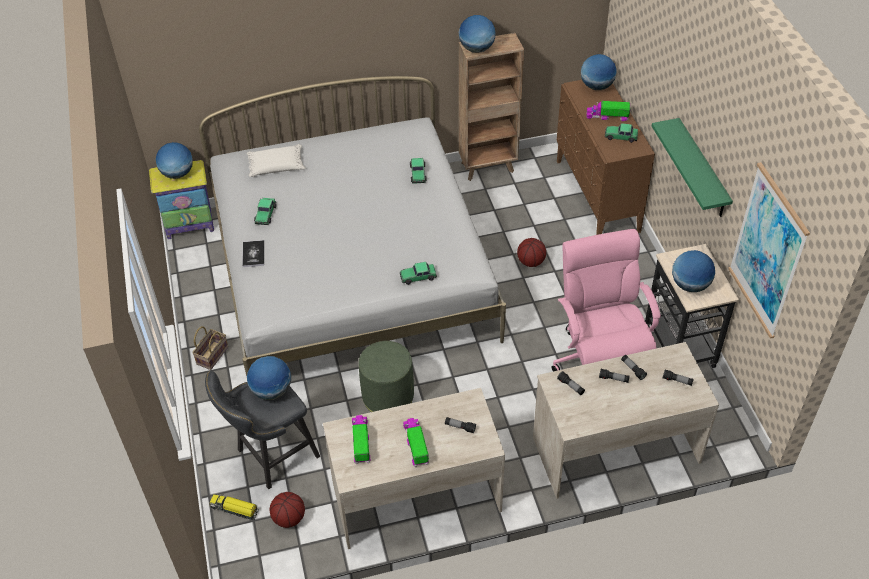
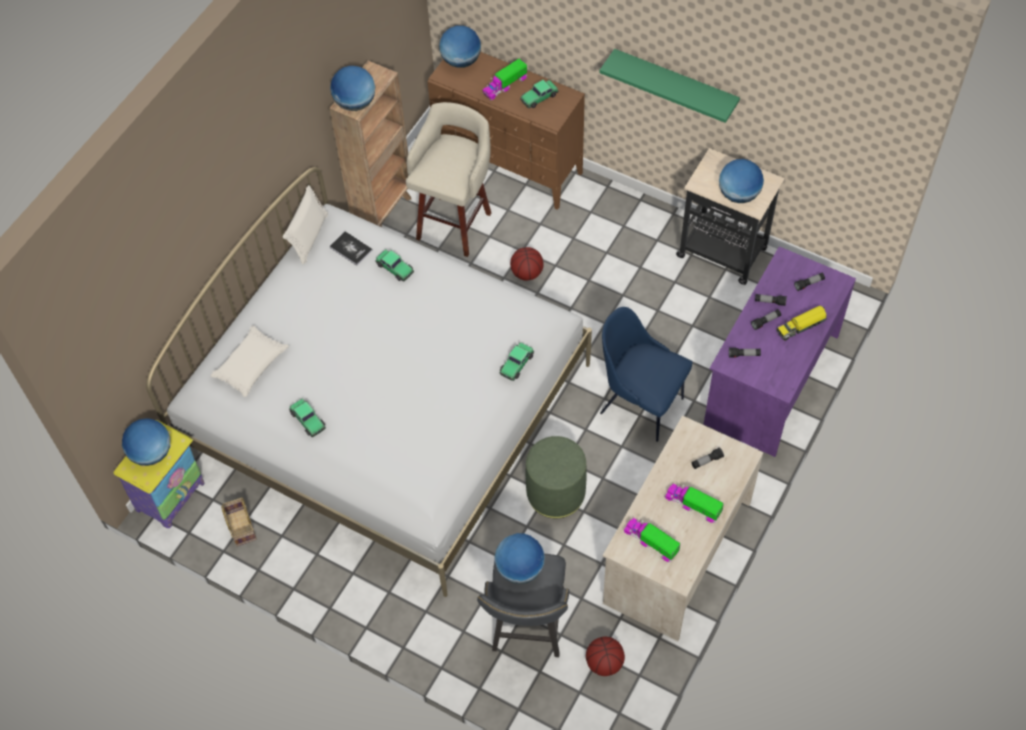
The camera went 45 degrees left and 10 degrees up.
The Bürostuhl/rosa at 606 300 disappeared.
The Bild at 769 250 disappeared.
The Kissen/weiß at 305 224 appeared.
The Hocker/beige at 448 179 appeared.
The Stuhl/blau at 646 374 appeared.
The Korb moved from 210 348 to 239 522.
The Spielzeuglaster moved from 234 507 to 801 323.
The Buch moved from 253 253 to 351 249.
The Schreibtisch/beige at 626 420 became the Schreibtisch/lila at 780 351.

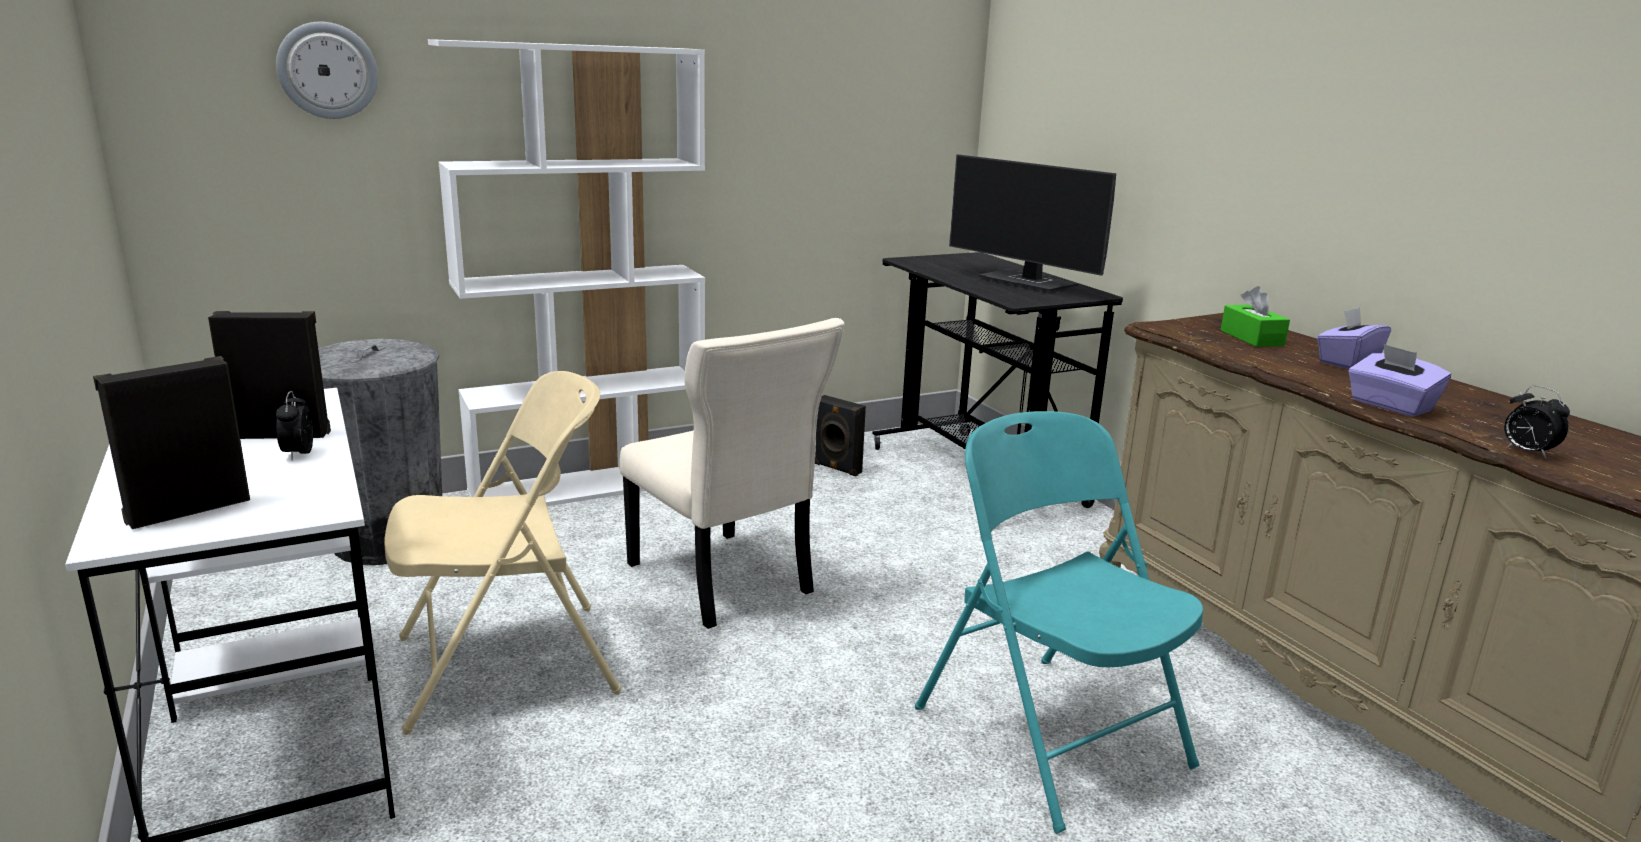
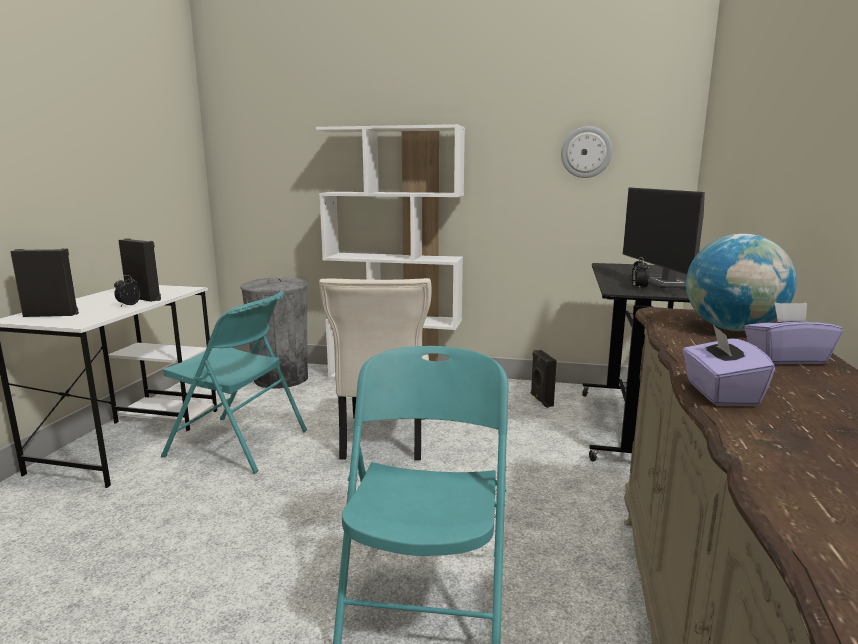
The camera went 40 degrees right and 5 degrees down.
The Wanduhr moved from 327 70 to 586 152.
The Wecker moved from 1537 422 to 640 272.
The Taschentuchbox/grün at 1255 316 was replaced by the Globus at 741 282.
The Stuhl/beige at 502 553 became the Stuhl/türkis at 234 382.

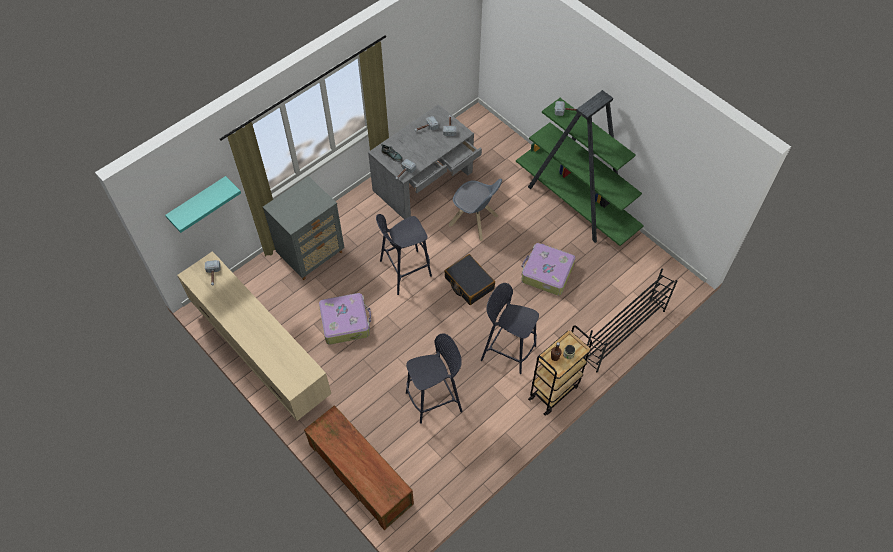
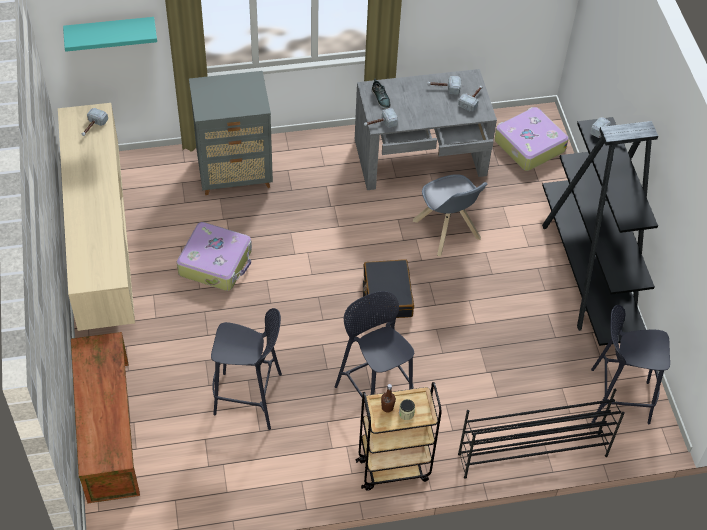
The camera went 30 degrees right and 5 degrees down.
The Hocker/grau moved from 404 254 to 630 364.
The Koffer moved from 548 269 to 531 139.
The Bücherregal/grün at 580 168 became the Bücherregal/schwarz at 600 231.

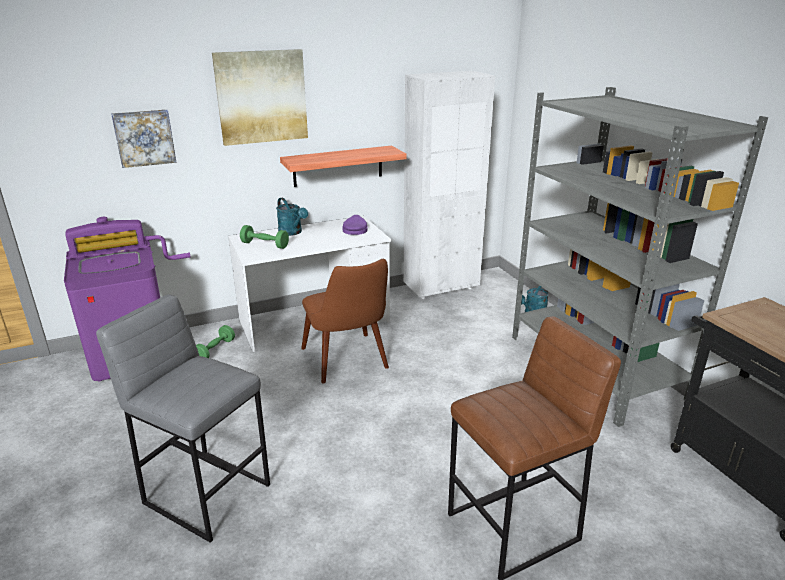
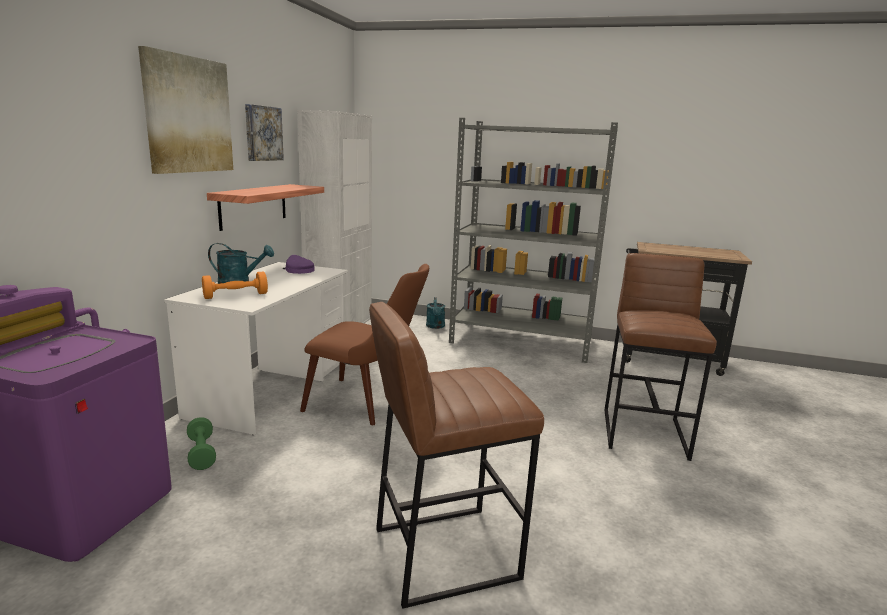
The camera went 50 degrees left and 10 degrees down.
The Bild moved from 144 139 to 264 132.
The Hocker/grau at 183 418 became the Hocker/braun at 456 455.
The Hantel/grün at 264 237 became the Hantel/orange at 235 285.

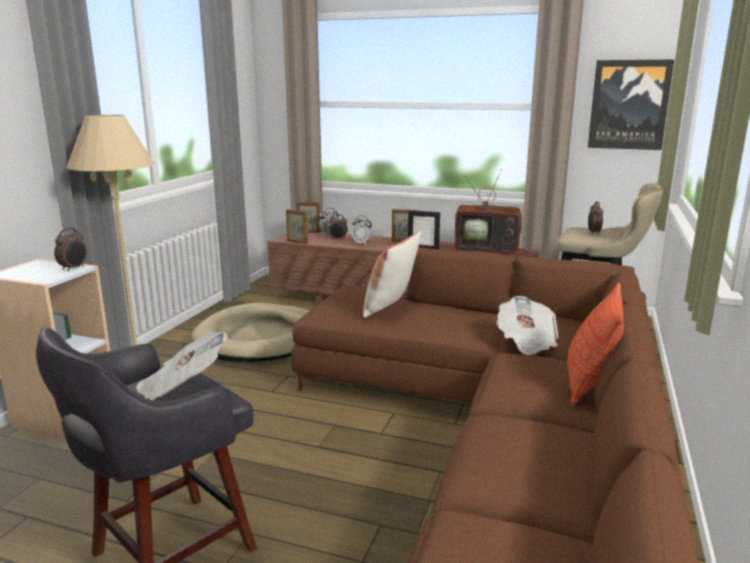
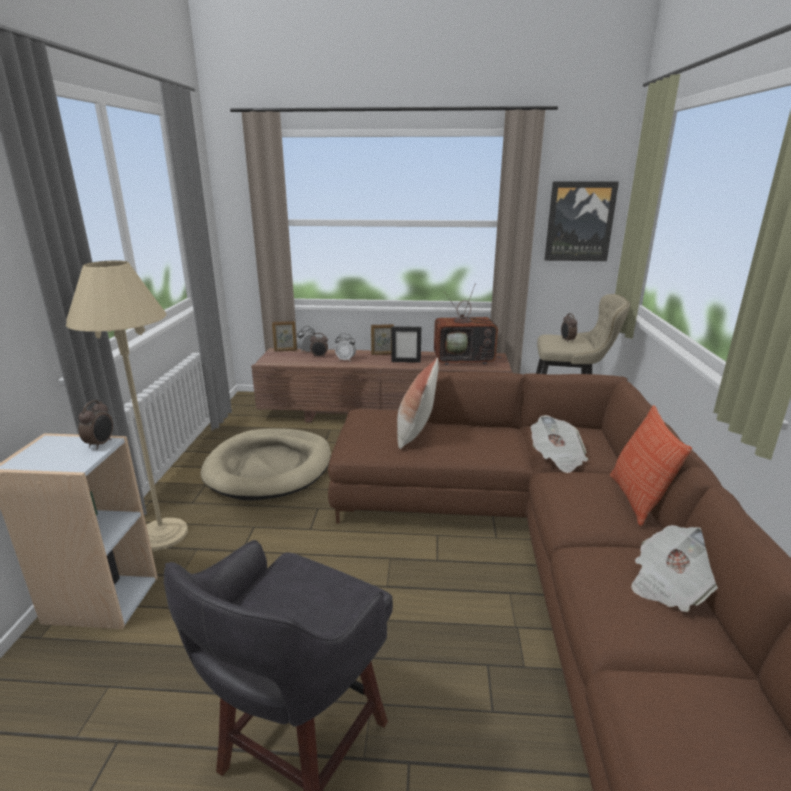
The camera went 15 degrees left and 5 degrees up.
The Bilderrahmen at 297 226 disappeared.
The Zeitung moved from 182 365 to 674 568.

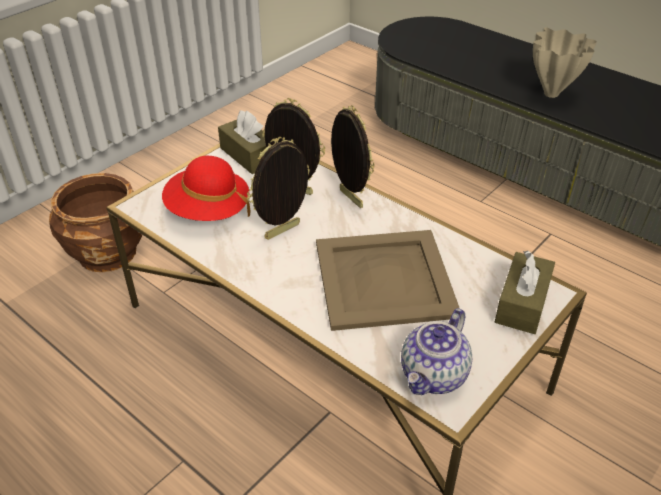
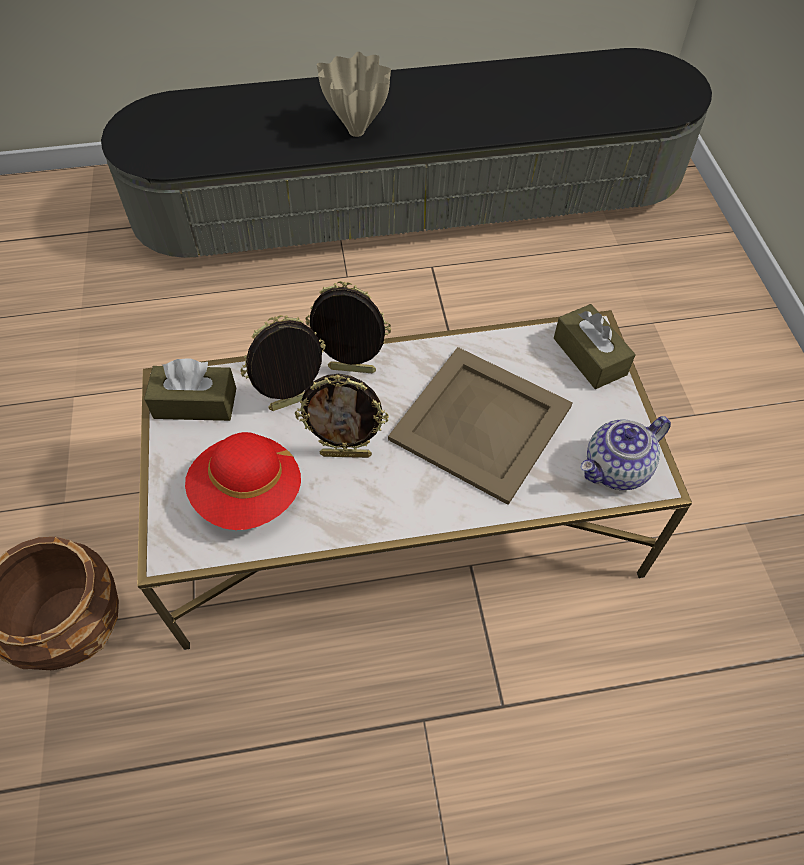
The camera went 50 degrees left and 15 degrees up.
The Bilderrahmen at 278 188 turned 90 degrees counterclockwise.
The Teekanne at 436 351 turned 75 degrees clockwise.

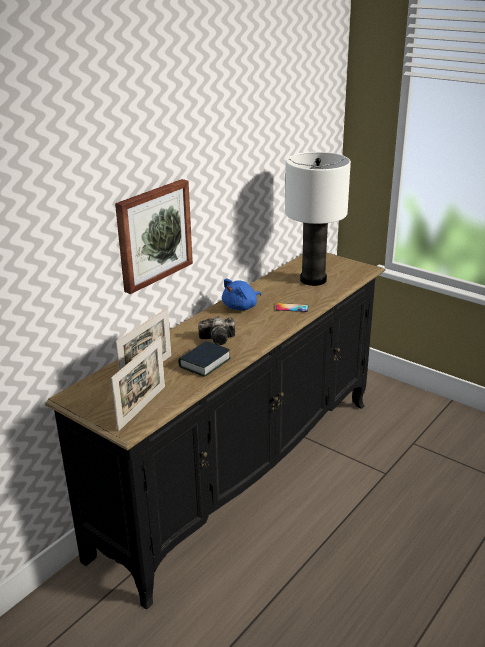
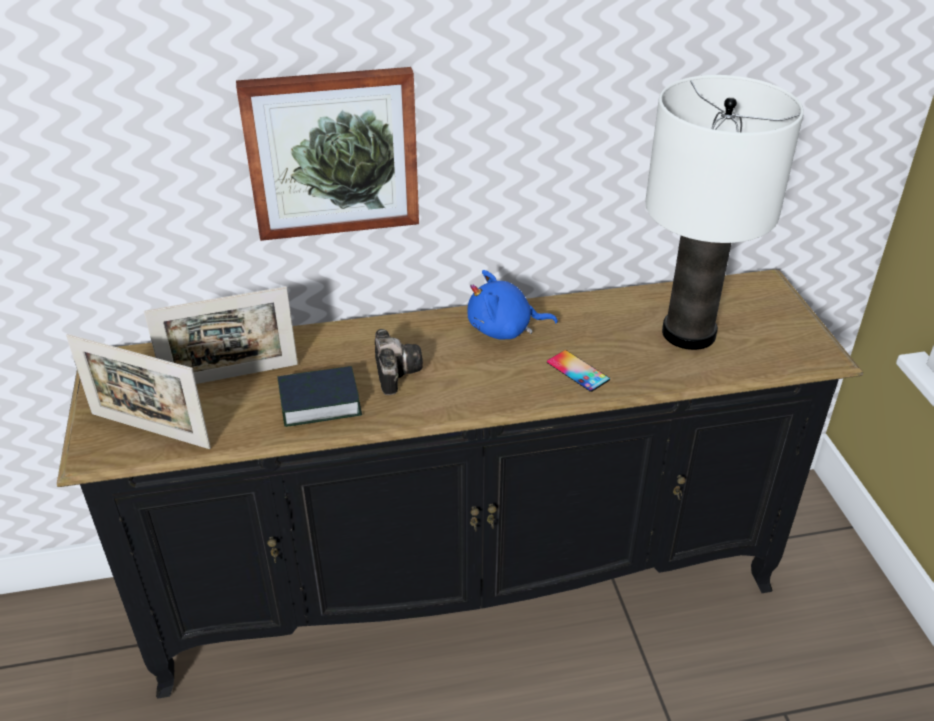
The camera went 40 degrees right and 10 degrees up.
The Bilderrahmen at 138 384 turned 45 degrees clockwise.
The Kamera at 216 330 turned 135 degrees counterclockwise.

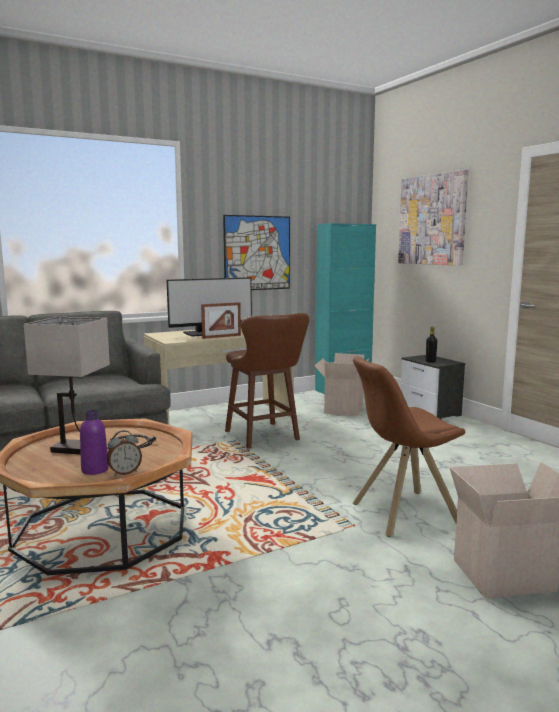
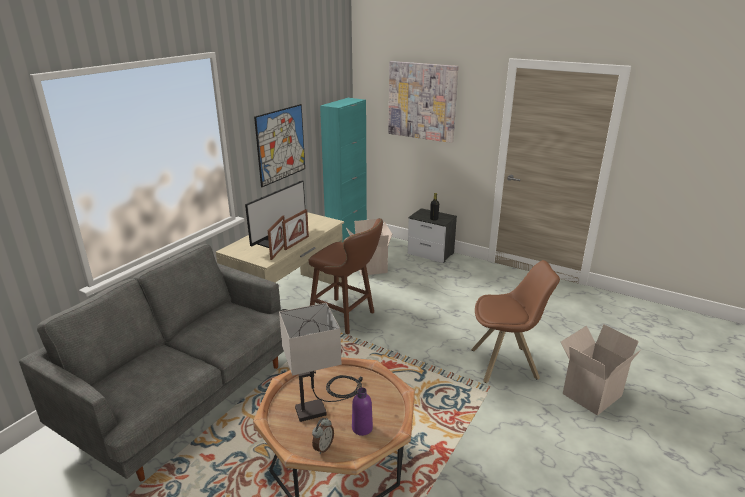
The camera went 30 degrees left and 15 degrees up.
The Bilderrahmen at 276 238 appeared.
The Wecker moved from 124 453 to 323 436.
The Stuhl/braun at 408 446 turned 135 degrees counterclockwise.

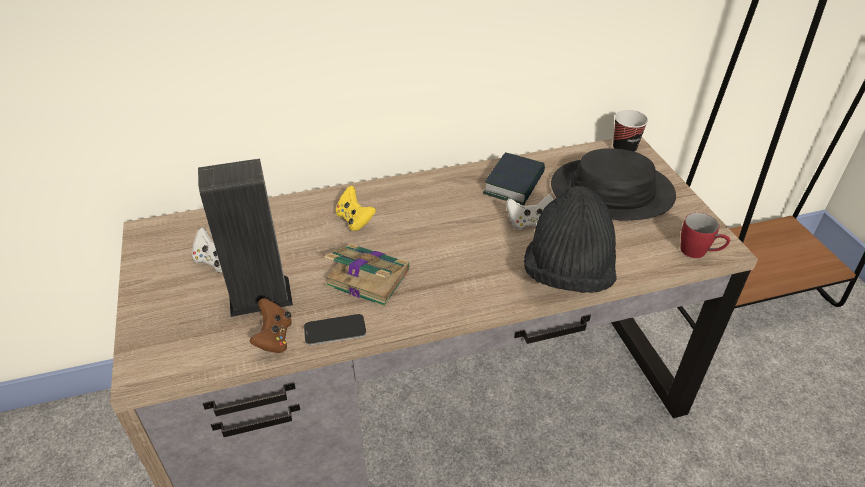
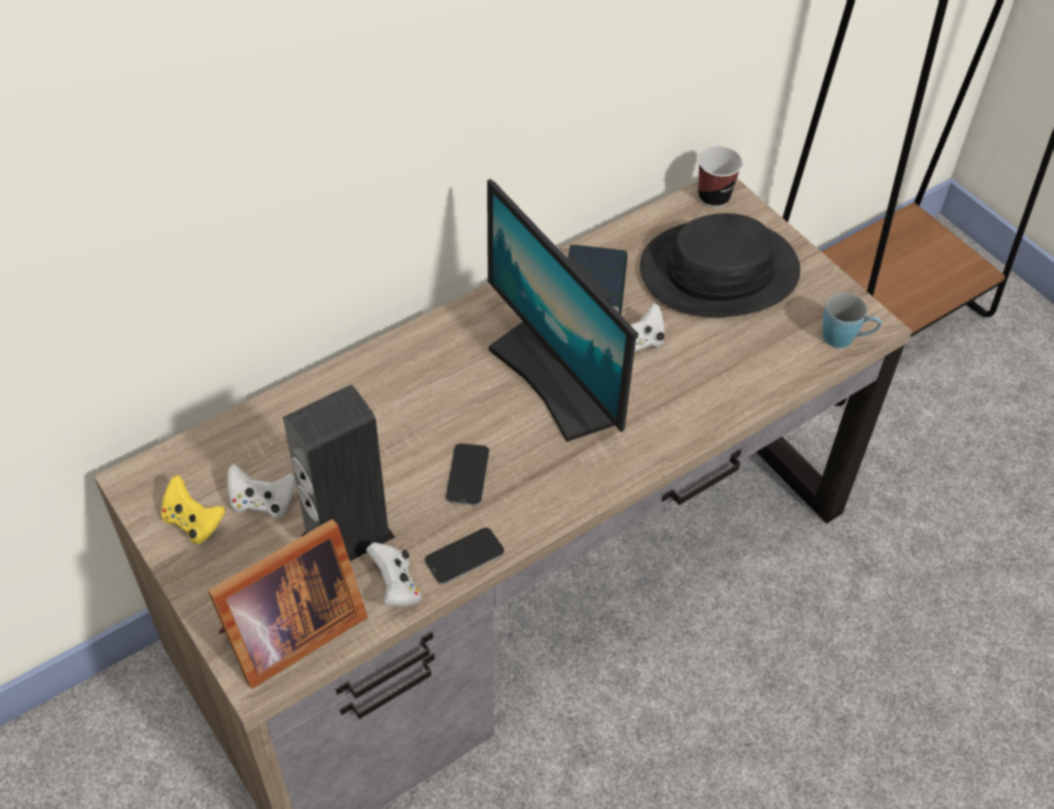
The camera went 20 degrees left and 10 degrees up.
The Hut/schwarz at 570 239 disappeared.
The Bilderrahmen at 288 604 appeared.
The Monitor at 562 310 appeared.
The Gamepad/gelb moved from 356 208 to 193 510.
The Buch at 366 275 was replaced by the Handy at 467 474.
The Gamepad/braun at 270 325 became the Gamepad/weiß at 393 574.
The Henkelbecher/rot at 705 235 became the Henkelbecher/blau at 852 320.

